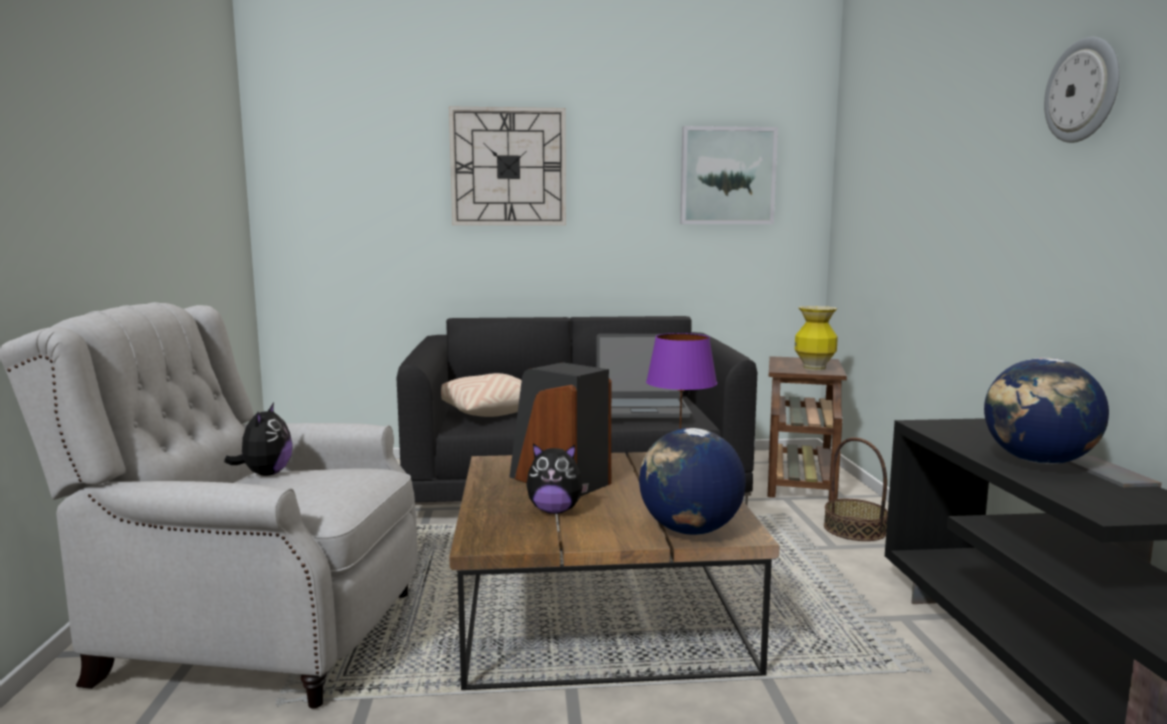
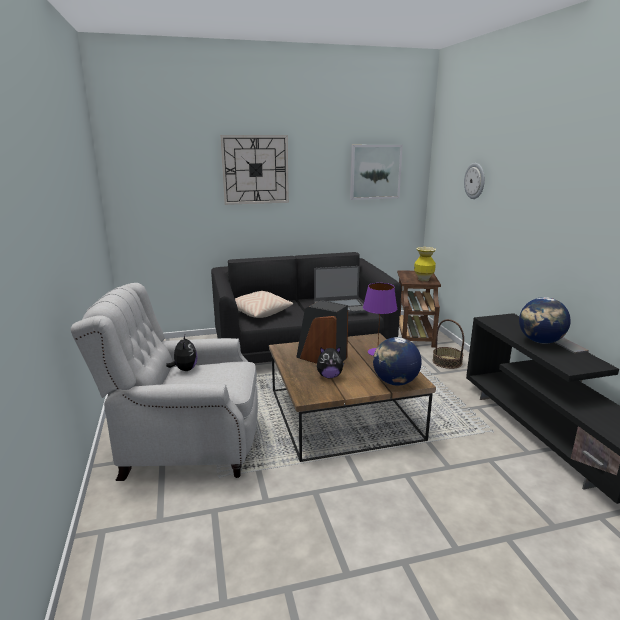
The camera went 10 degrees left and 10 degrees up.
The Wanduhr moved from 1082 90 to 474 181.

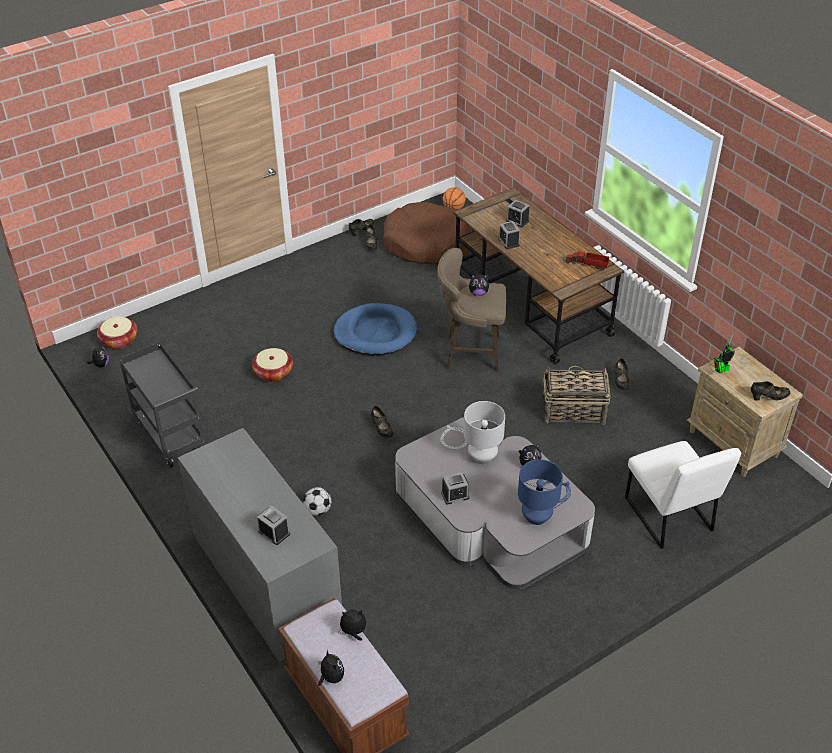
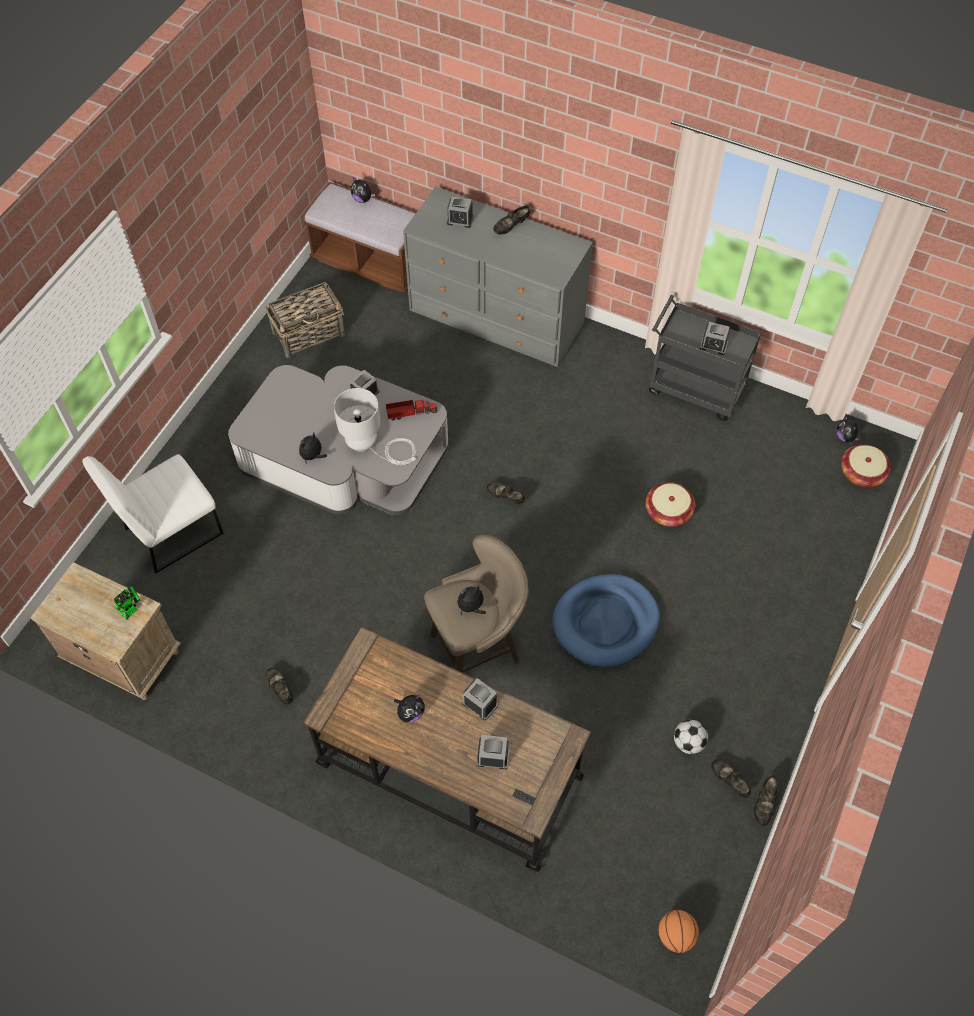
The camera went 150 degrees right and 15 degrees up.
The Hundebett/braun at 427 233 disappeared.
The Tischlampe/blau at 544 492 disappeared.
The Wecker at 715 338 appeared.
The Fußball moved from 317 501 to 691 737.
The Plüschtier moved from 352 625 to 409 709.
The Korb moved from 576 395 to 305 320.
The Spielzeuglaster moved from 587 261 to 411 410.
The Schuh/schwarz moved from 770 390 to 511 220.
The Stuhl/weiß at 683 495 turned 75 degrees counterclockwise.

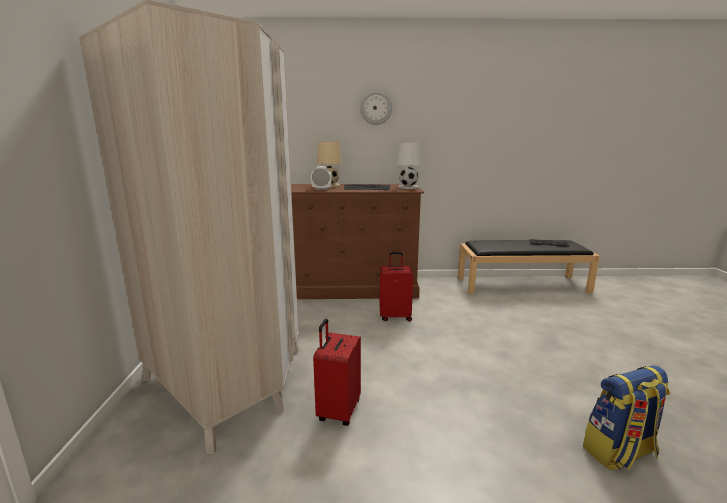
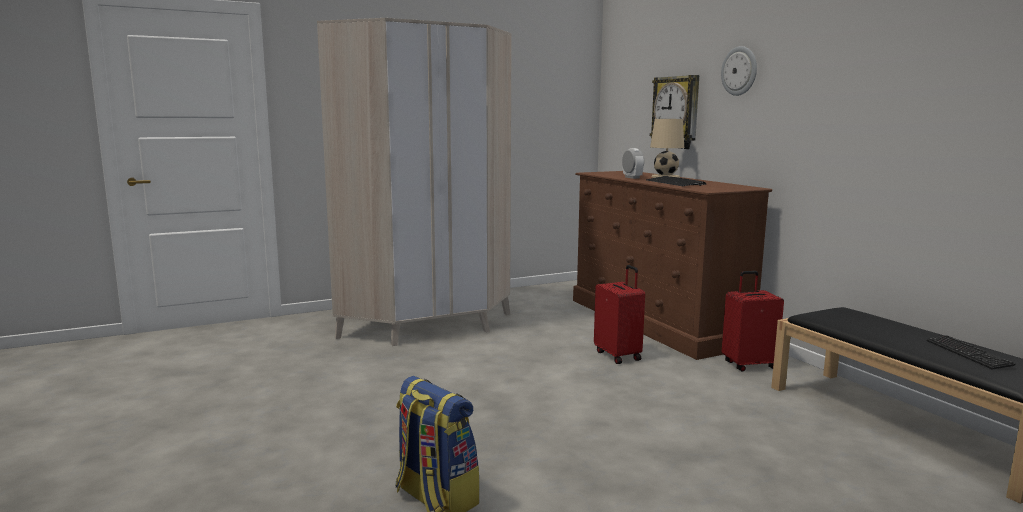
The camera went 65 degrees right and 5 degrees down.
The Tischlampe/weiß at 409 165 disappeared.
The Wanduhr at 674 112 appeared.
The Koffer/rot moved from 337 372 to 753 321.

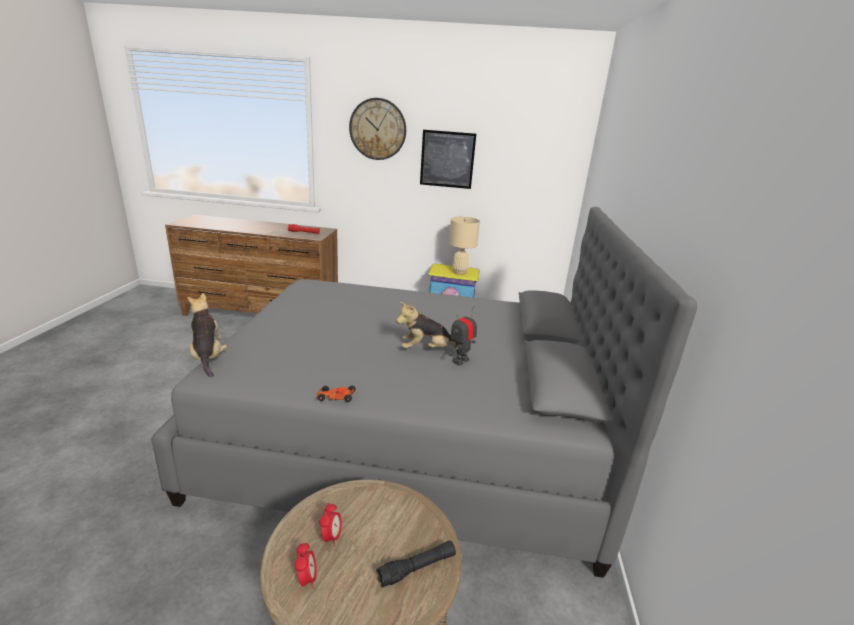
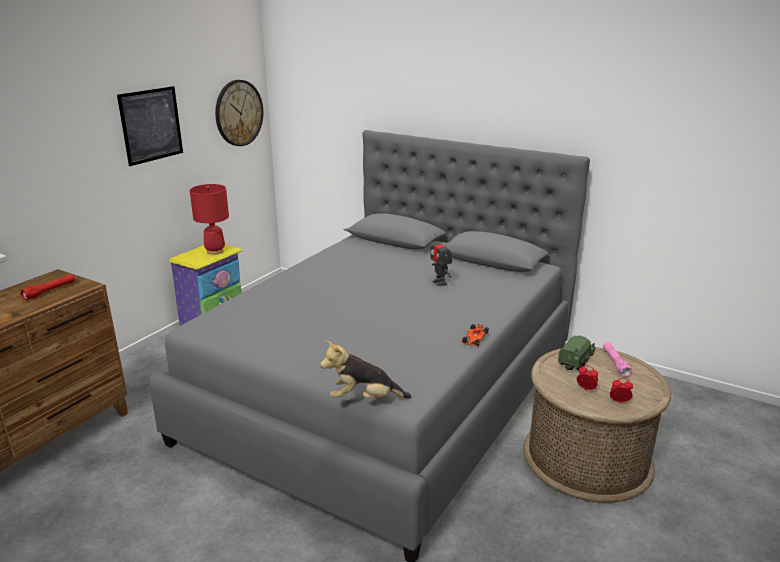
The camera went 65 degrees left and 0 degrees up.
The Plüschtier at 426 325 disappeared.
The Spielzeuglaster at 577 352 appeared.
The Wanduhr moved from 377 129 to 239 113.
The Taschenlampe/schwarz at 416 563 became the Taschenlampe/rosa at 618 359.
The Tischlampe/beige at 464 246 became the Tischlampe/rot at 209 219.

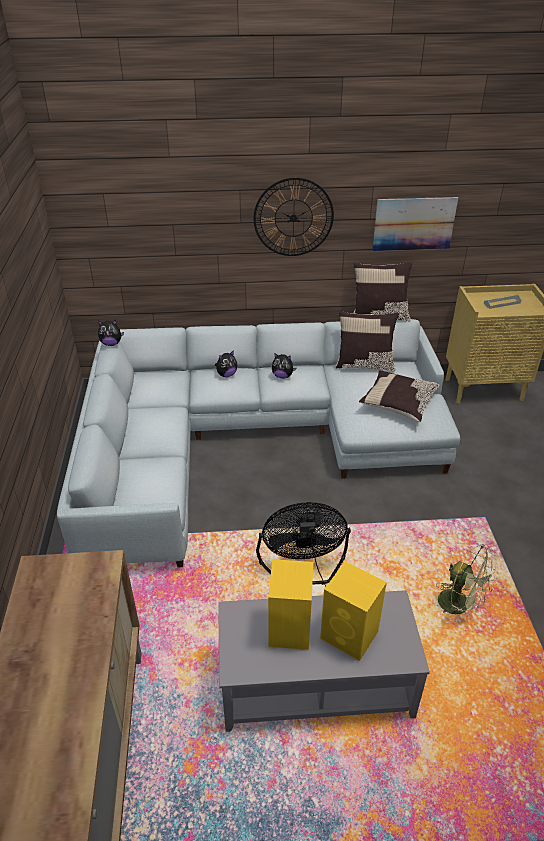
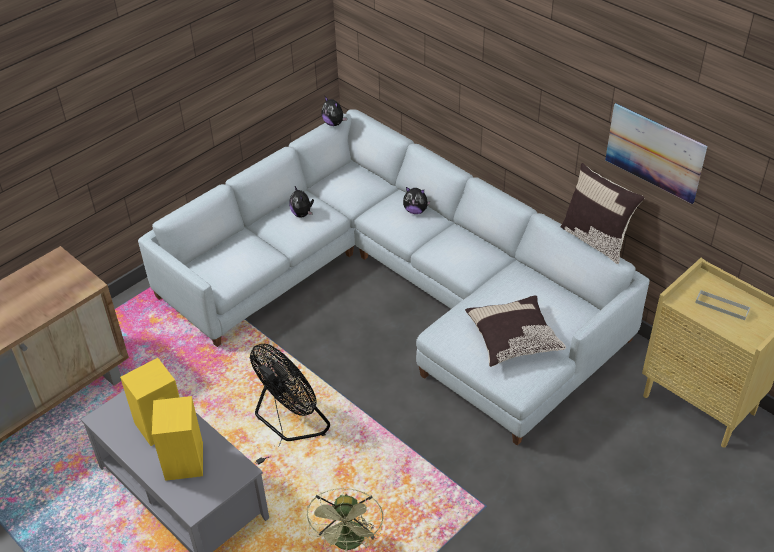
The camera went 50 degrees right and 5 degrees up.
The Wanduhr at 293 217 disappeared.
The Kissen at 367 341 disappeared.
The Plüschtier moved from 284 366 to 301 202.

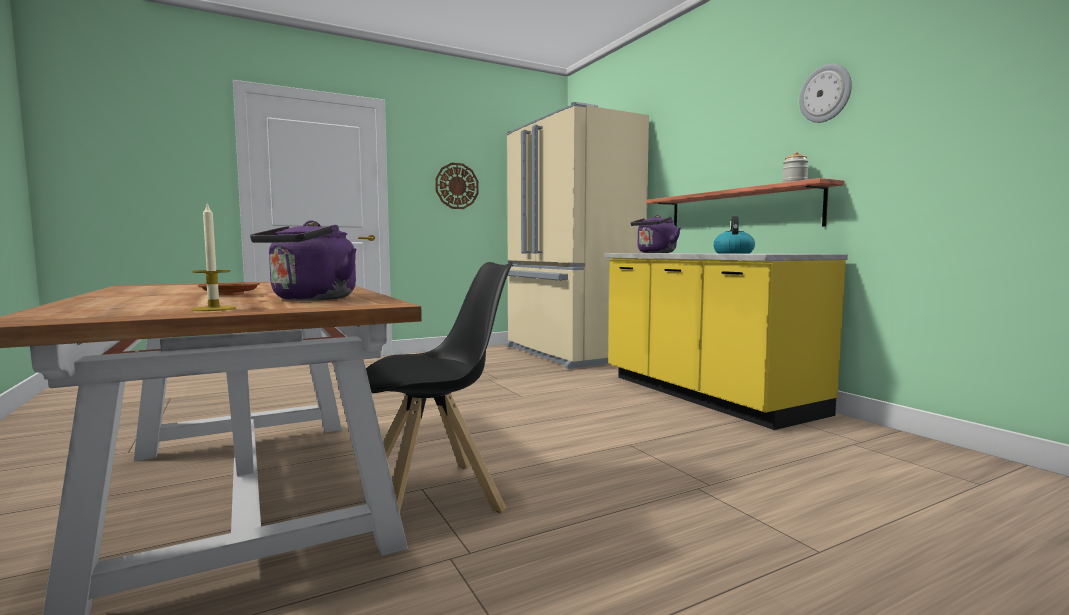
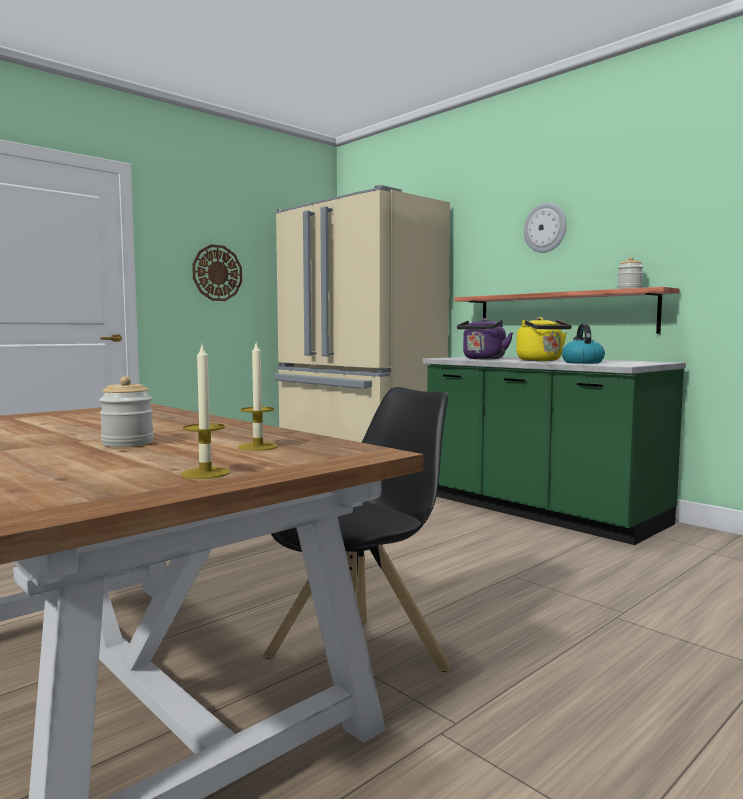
The camera went 15 degrees left and 0 degrees up.
The Wasserkessel/gelb at 544 339 appeared.
The Wanduhr moved from 825 93 to 545 228.
The Teller/braun at 229 289 was replaced by the Vorratsglas at 126 411.
The Wasserkessel/lila at 303 260 was replaced by the Kerze at 258 397.
The Küchenzeile/gelb at 726 341 became the Küchenzeile/grün at 554 451.

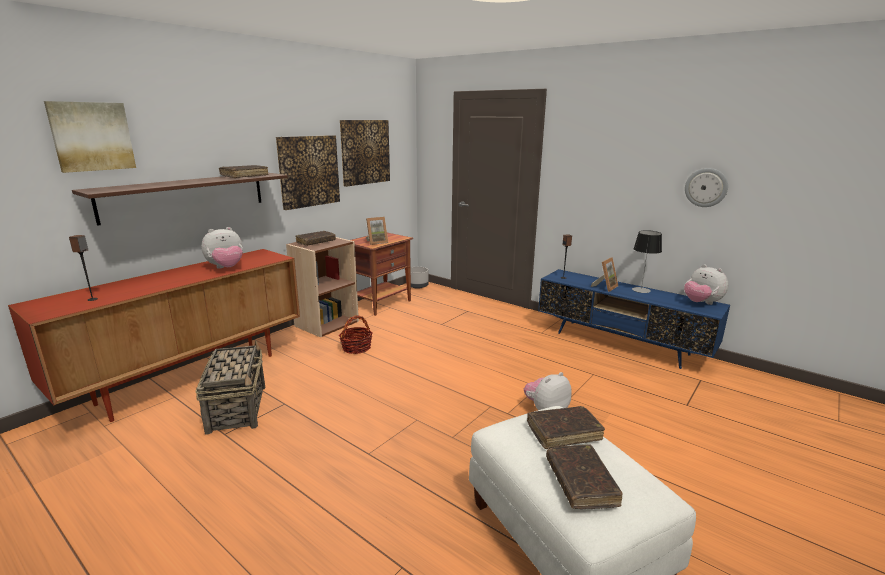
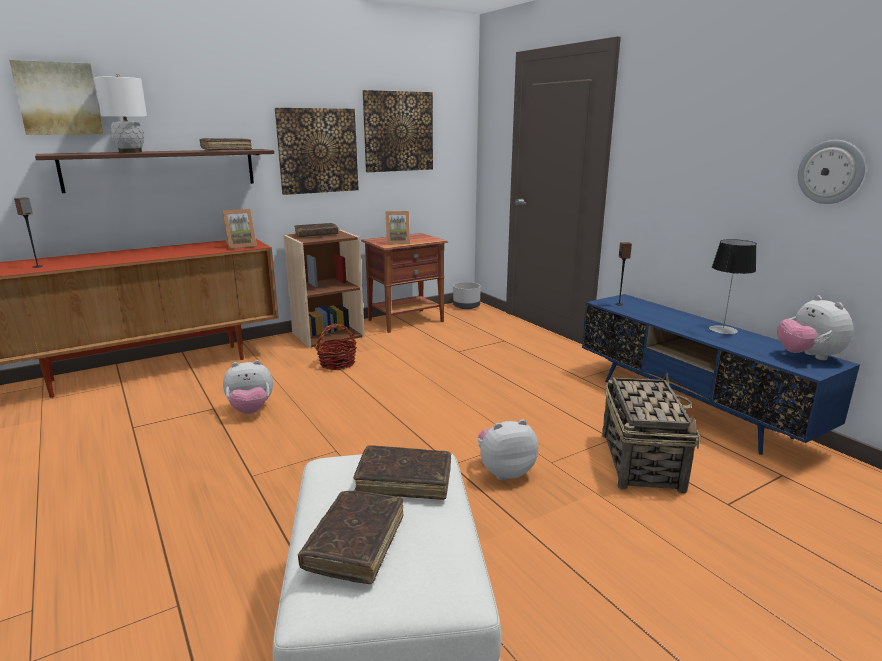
The camera went 20 degrees right and 0 degrees up.
The Tischlampe/weiß at 120 113 appeared.
The Korb moved from 230 387 to 651 433.
The Plüschtier moved from 222 247 to 248 387.
The Bilderrahmen moved from 604 274 to 239 229.

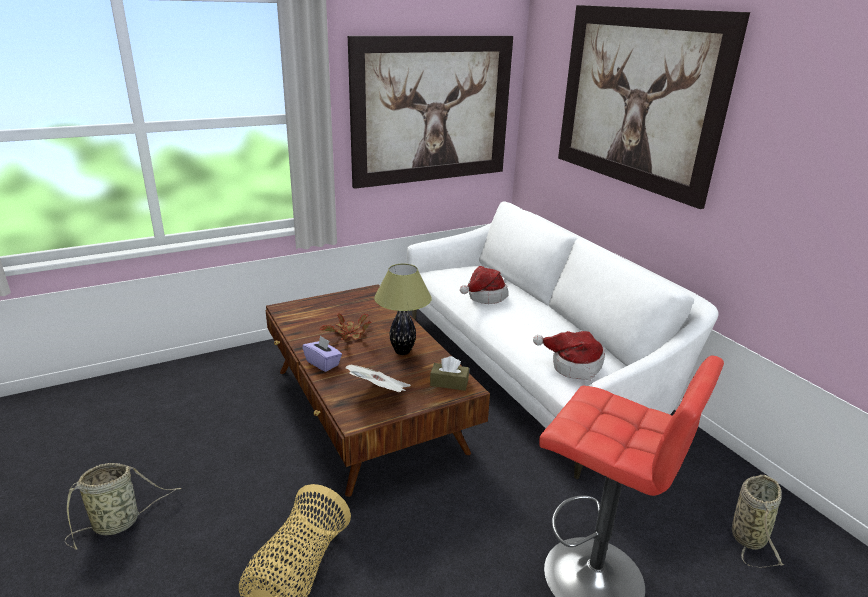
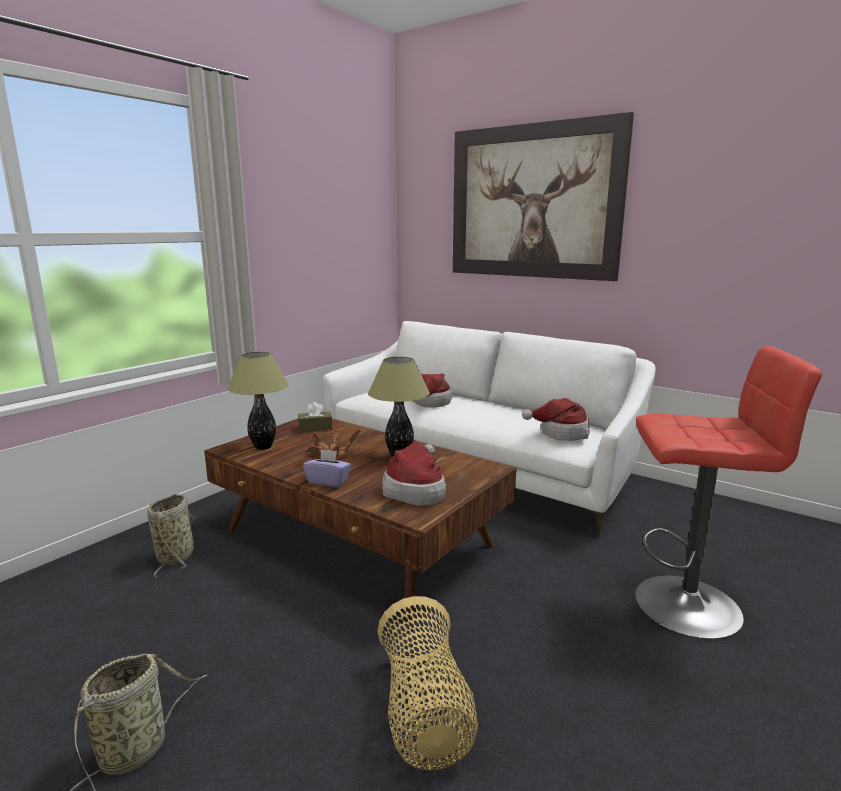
The camera went 25 degrees left and 10 degrees down.
The Bild at 430 112 disappeared.
The Tischlampe at 258 401 appeared.
The Taschentuchbox/braun moved from 449 373 to 315 417.
The Korb moved from 758 521 to 171 536.
The Zeitung at 378 378 was replaced by the Hut at 414 474.

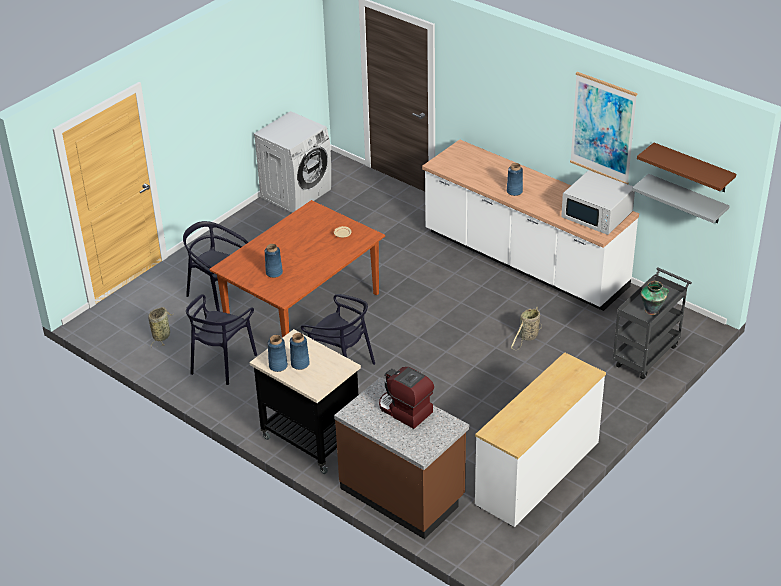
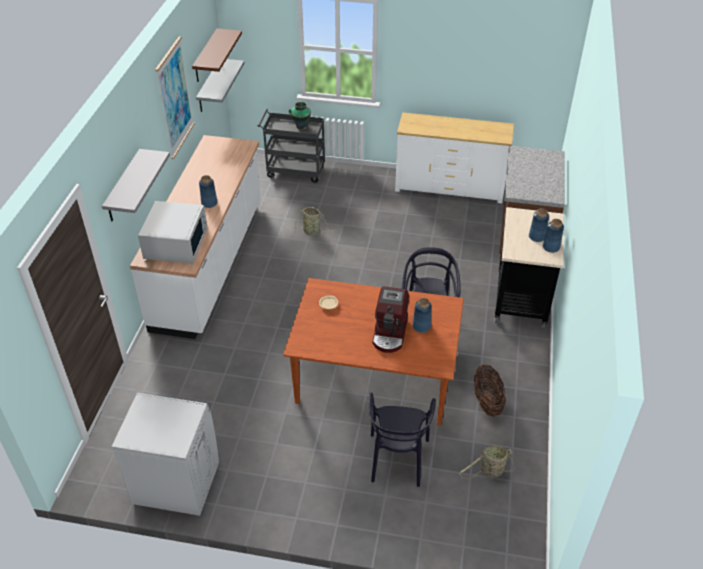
The camera went 120 degrees left and 5 degrees up.
The Wandregal/grau at 136 185 appeared.
The Kaffeemaschine moved from 406 398 to 390 319.
The Mikrowelle/weiß moved from 598 202 to 173 232.
The Stuhl/schwarz at 221 339 was replaced by the Korb at 490 390.

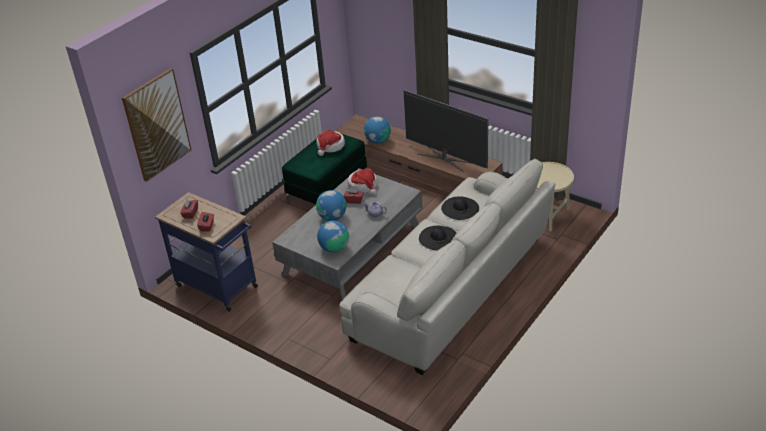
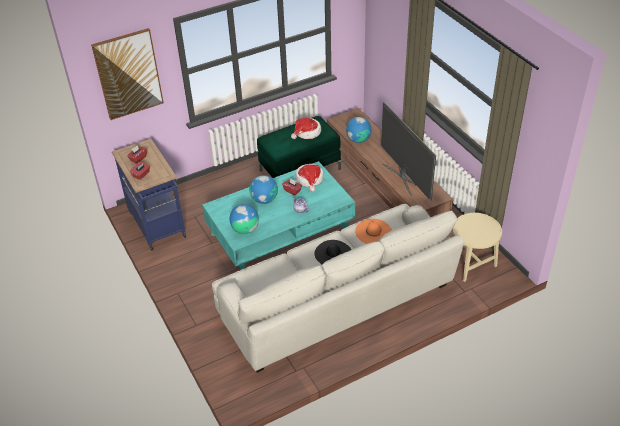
The camera went 25 degrees right and 5 degrees up.
The Couchtisch/grau at 347 234 became the Couchtisch/türkis at 278 215.
The Hut/schwarz at 460 208 became the Hut/orange at 373 231.

